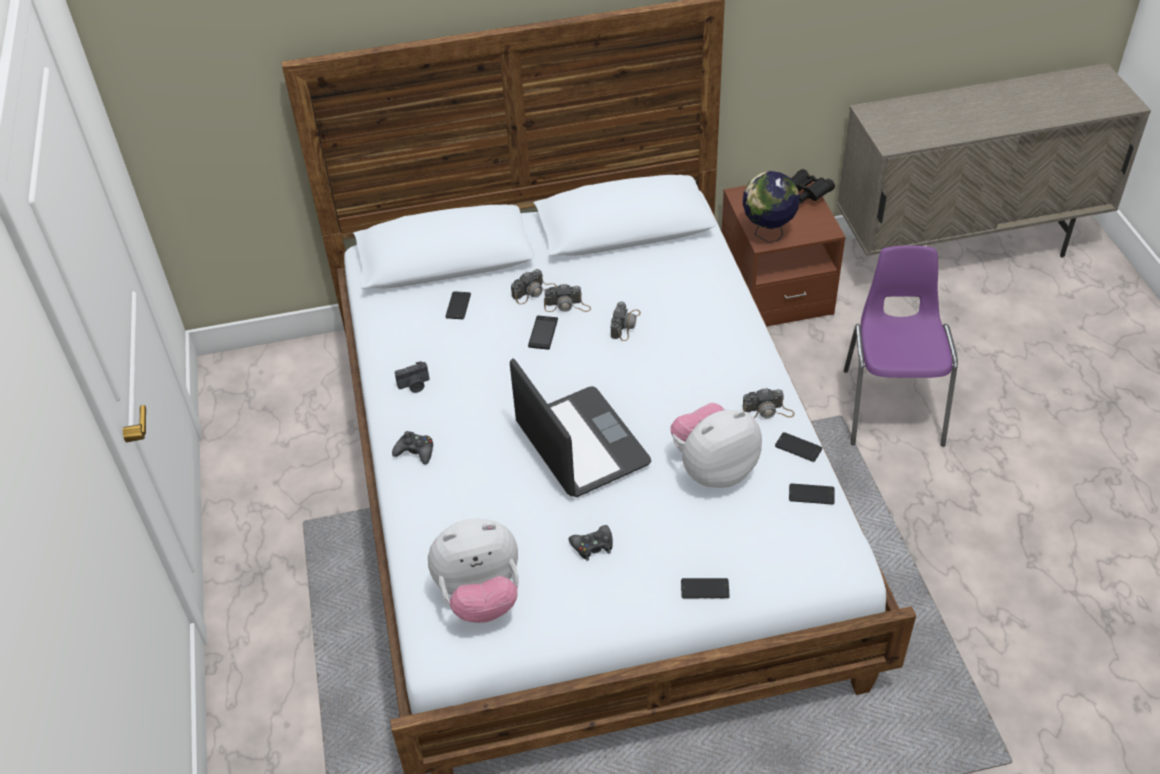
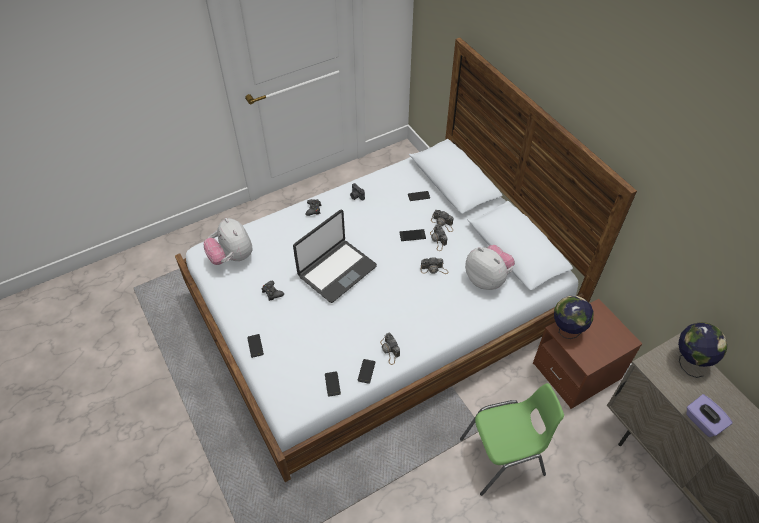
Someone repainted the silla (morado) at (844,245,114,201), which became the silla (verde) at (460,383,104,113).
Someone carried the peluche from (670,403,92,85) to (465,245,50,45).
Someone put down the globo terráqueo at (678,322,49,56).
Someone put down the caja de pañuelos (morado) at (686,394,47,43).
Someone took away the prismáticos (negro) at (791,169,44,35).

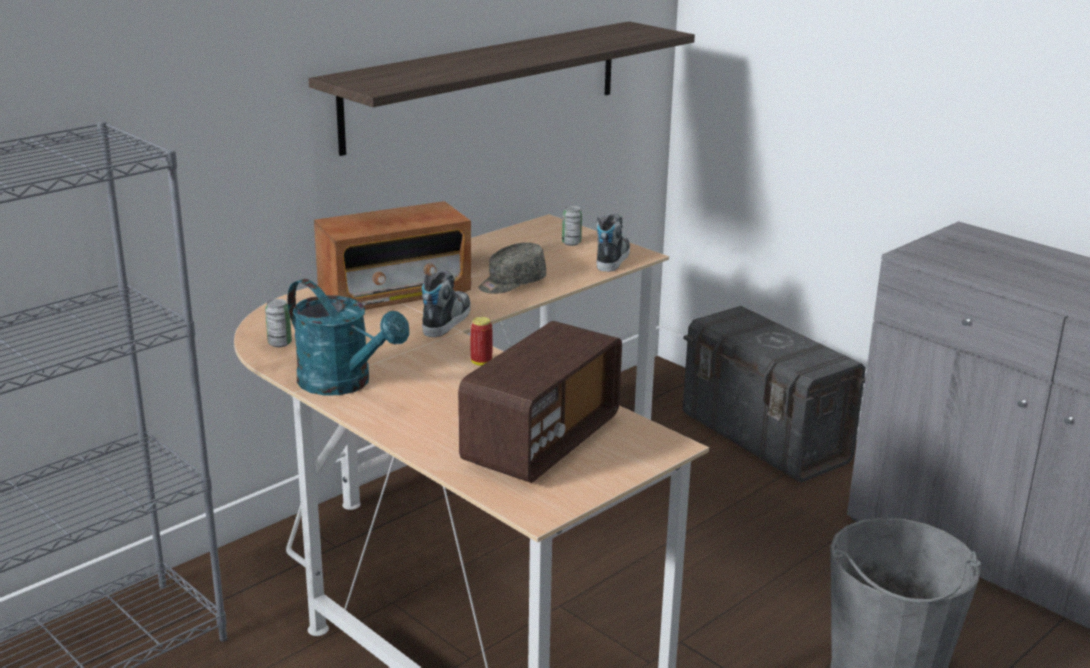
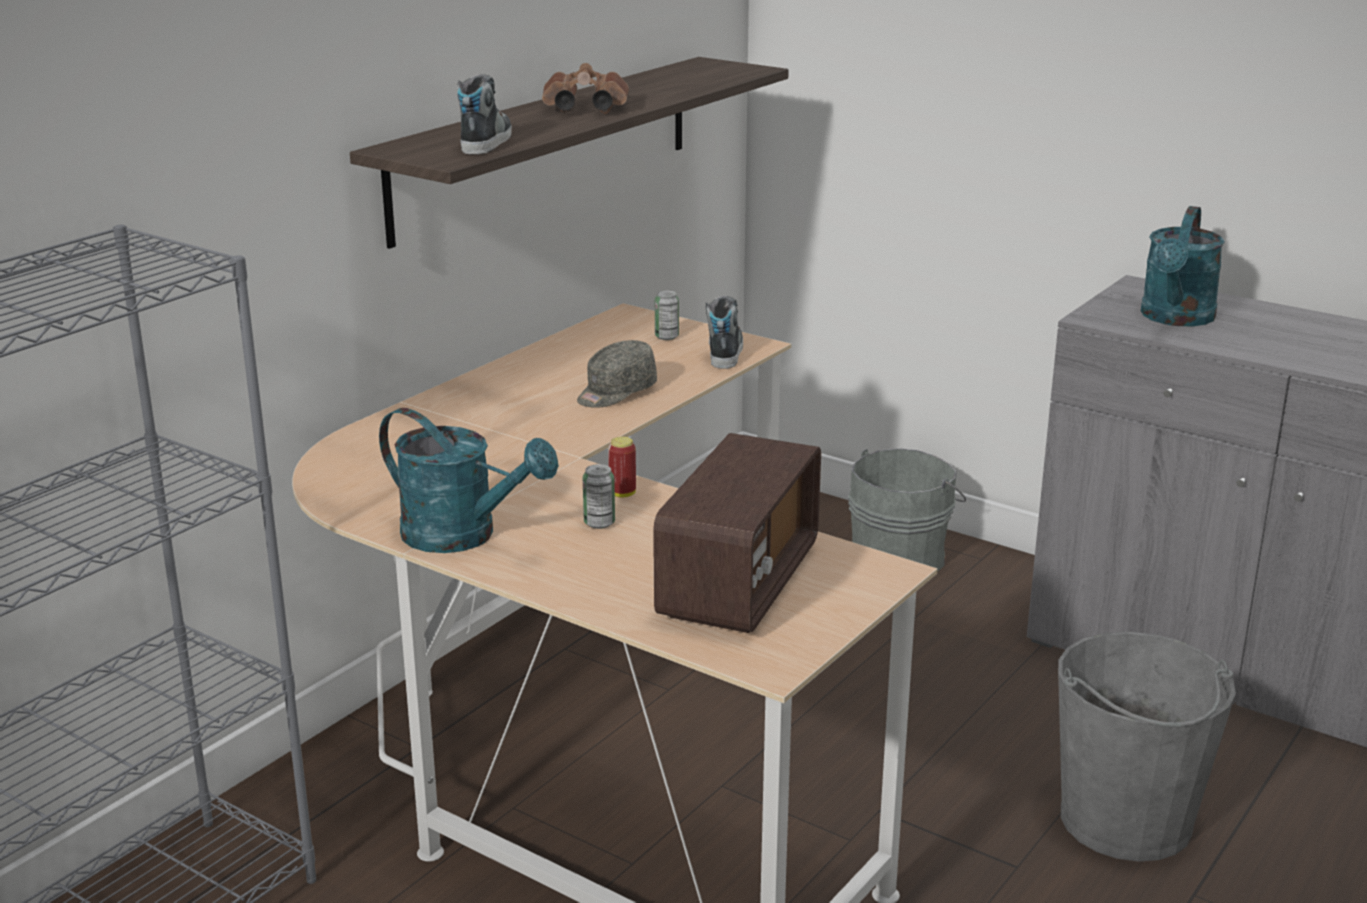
Someone carried the zapato from (422,270,49,67) to (457,74,55,81).
Someone put down the prismáticos (marrón) at (542,63,87,51).
Someone carried the lata from (265,299,27,48) to (583,464,32,65).
Someone swapped the caja de almacenaje (gris) at (683,306,183,177) for the cubo (gris) at (848,448,118,124).
Someone put down the regadera (turquesa) at (1141,206,84,120).
Someone took away the radio at (314,201,157,109).

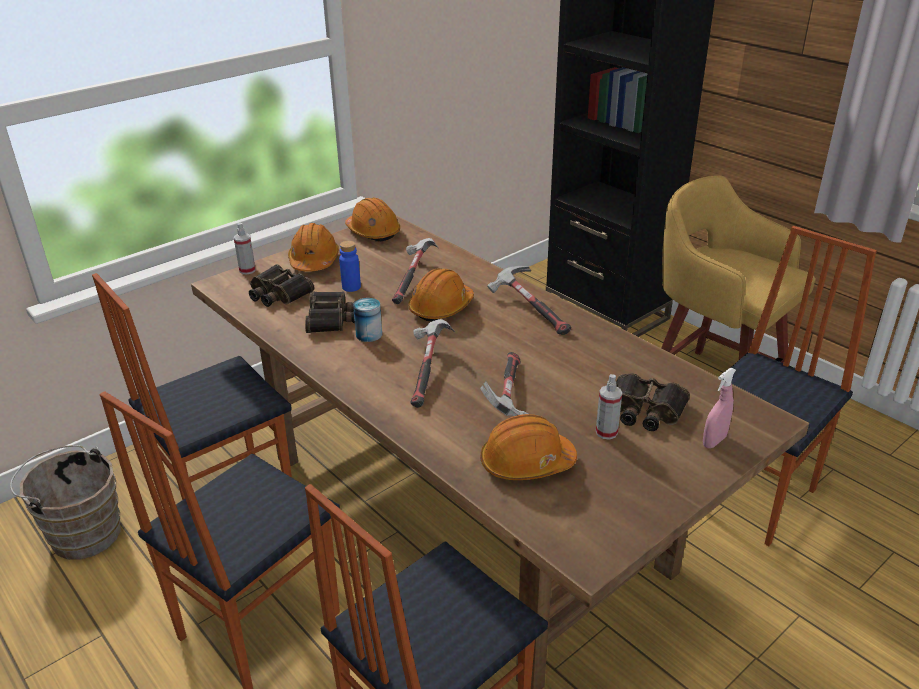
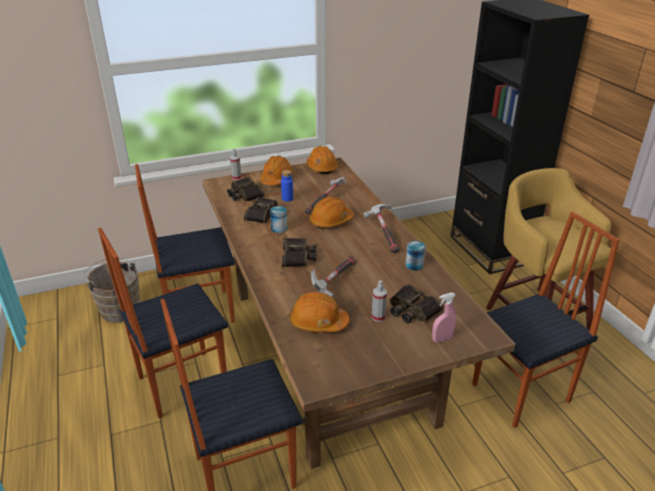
Someone swapped the martillo at (410,319,45,89) for the prismáticos at (282,238,34,29).
Someone put down the lata at (406,241,20,30).

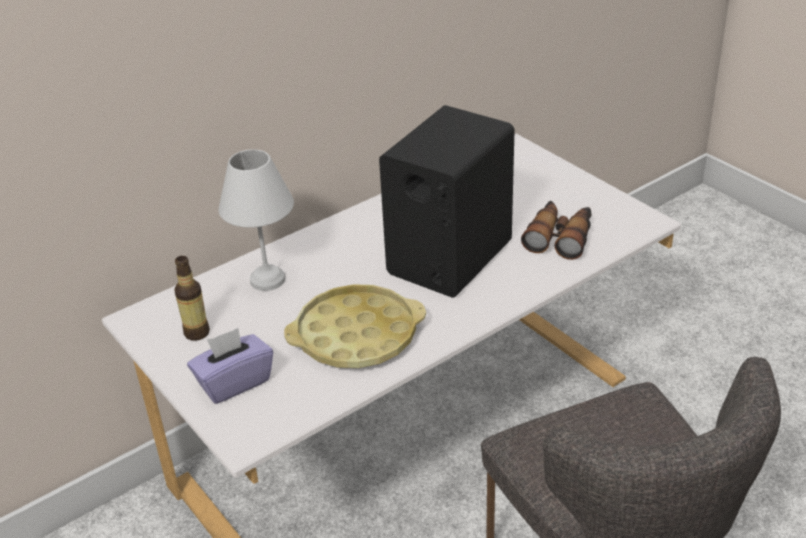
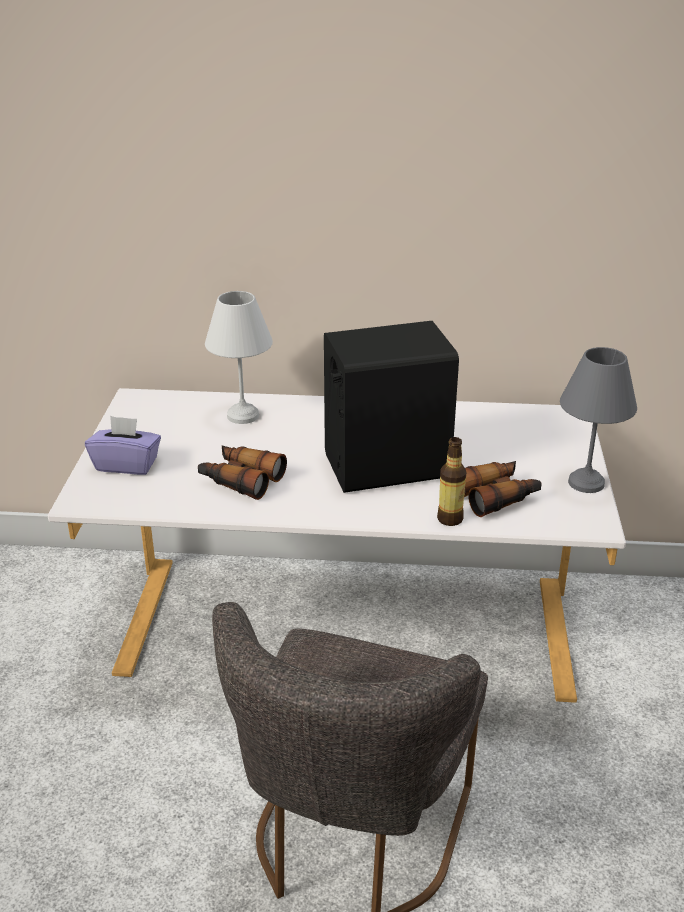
Someone swapped the bandeja (amarillo) at (284,284,142,84) for the prismáticos at (198,446,89,54).
Someone carried the botella from (175,256,35,85) to (437,437,29,89).
Someone put down the lámpara de mesa (gris) at (560,347,77,146).

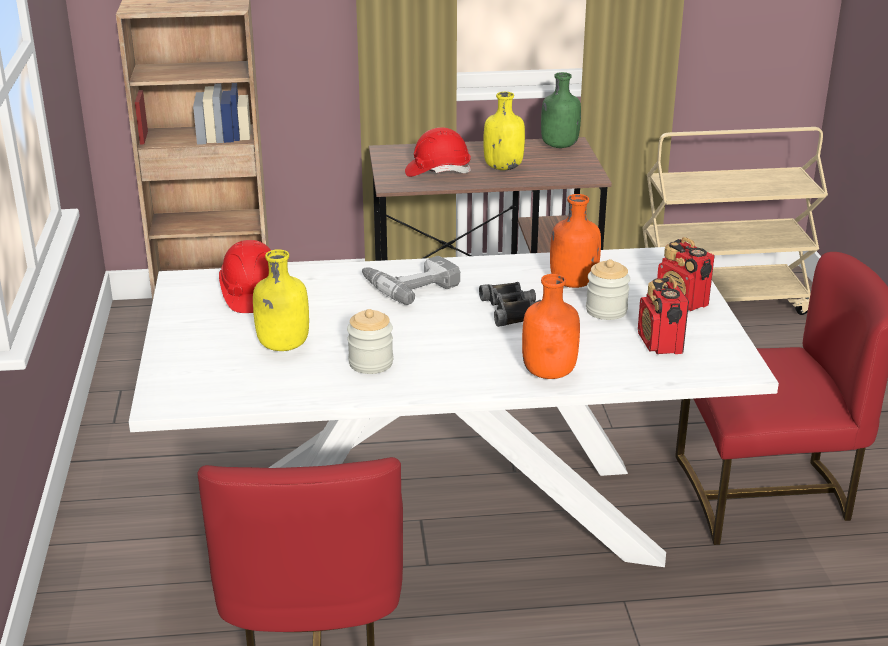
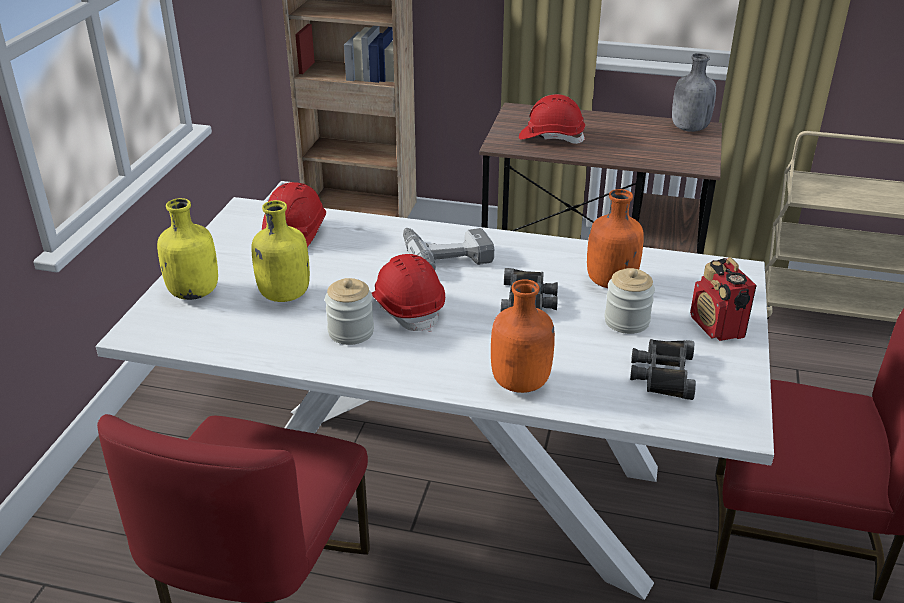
Someone carried the botella (amarillo) from (484,92,41,78) to (157,198,61,102).
Someone put down the casco (rojo) at (372,254,73,78).
Someone swapped the radio at (638,276,51,78) for the prismáticos (negro) at (630,339,66,61).
Someone repainted the botella (verde) at (541,72,40,76), which became the botella (gris) at (672,53,44,79).

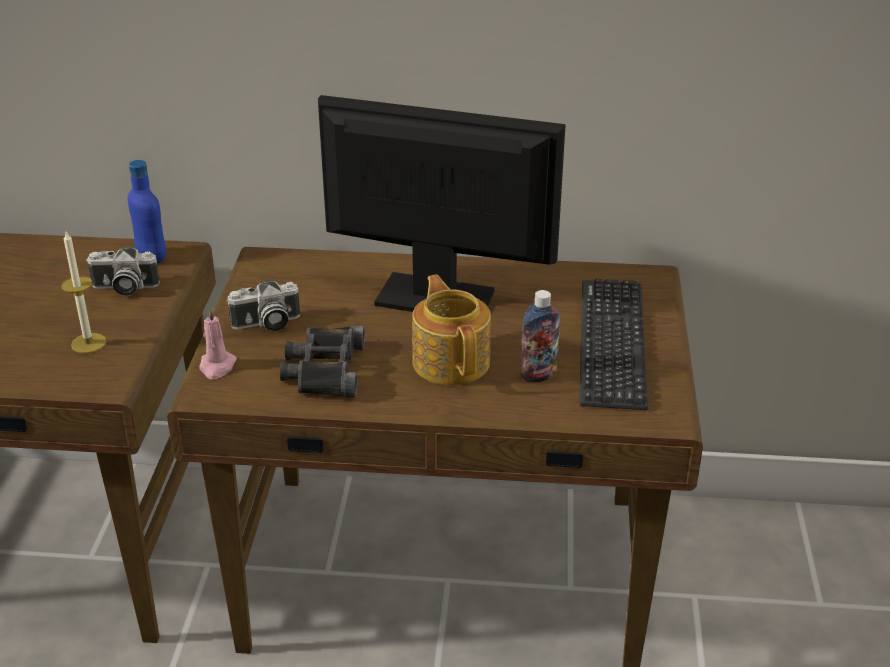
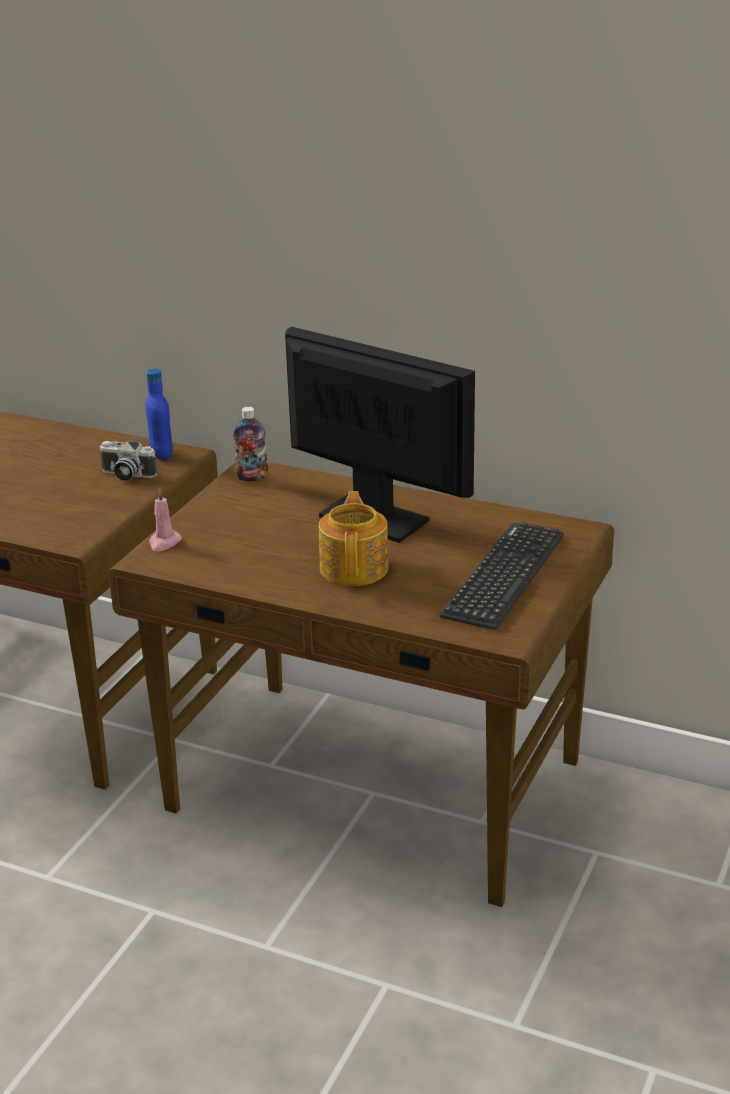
Someone carried the botella from (520,290,40,92) to (233,407,35,74).
Someone took away the vela at (61,232,45,121).
Someone took away the cámara at (226,280,74,51).
Someone took away the prismáticos (negro) at (280,326,85,72).

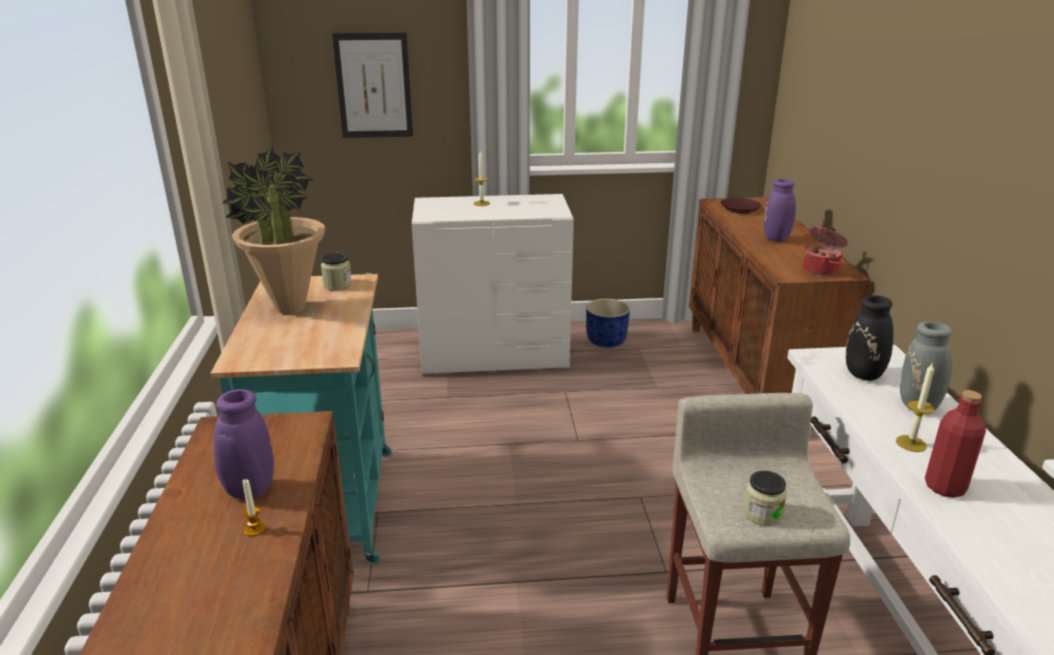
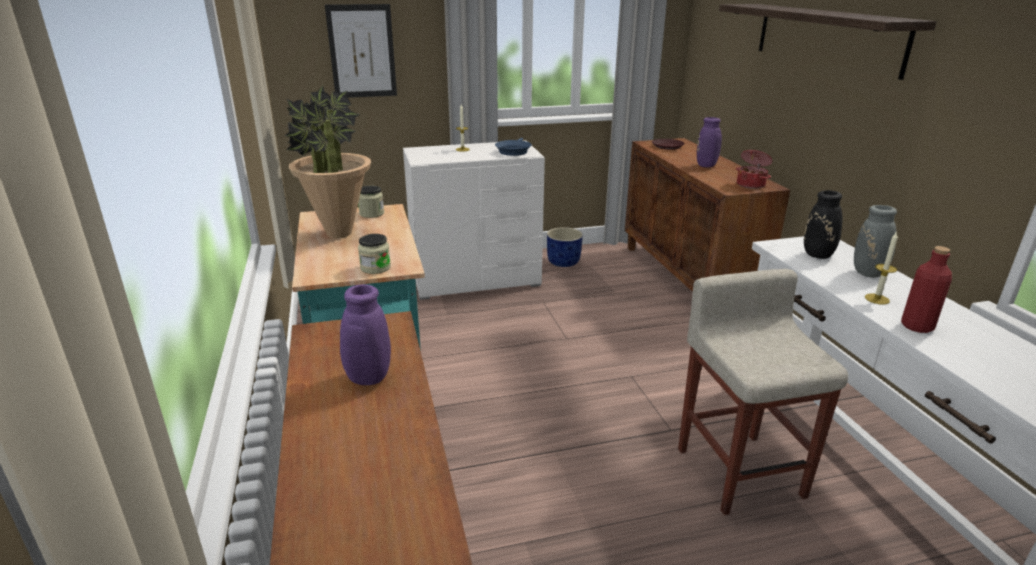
Someone carried the tarro from (743,471,44,55) to (358,234,33,40).
Someone put down the sartén (azul) at (495,138,37,18).
Someone put up the estante at (719,4,217,76).
Someone took away the vela at (243,479,23,57).

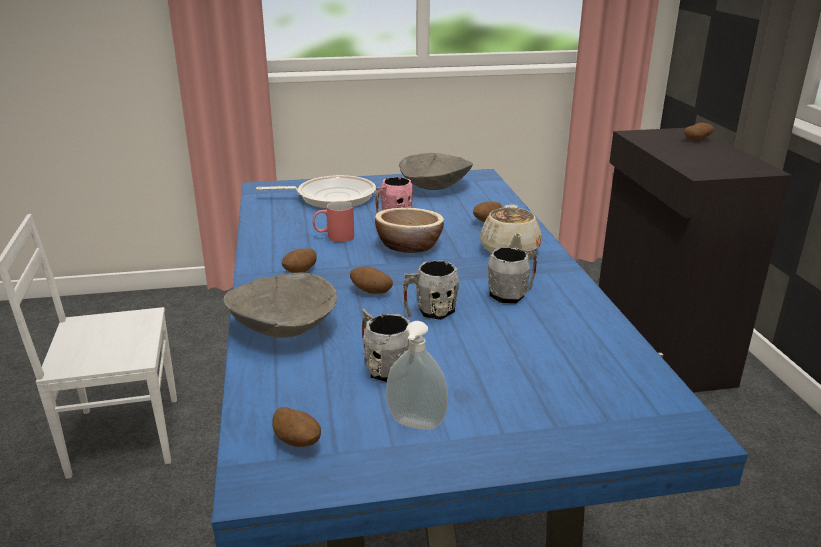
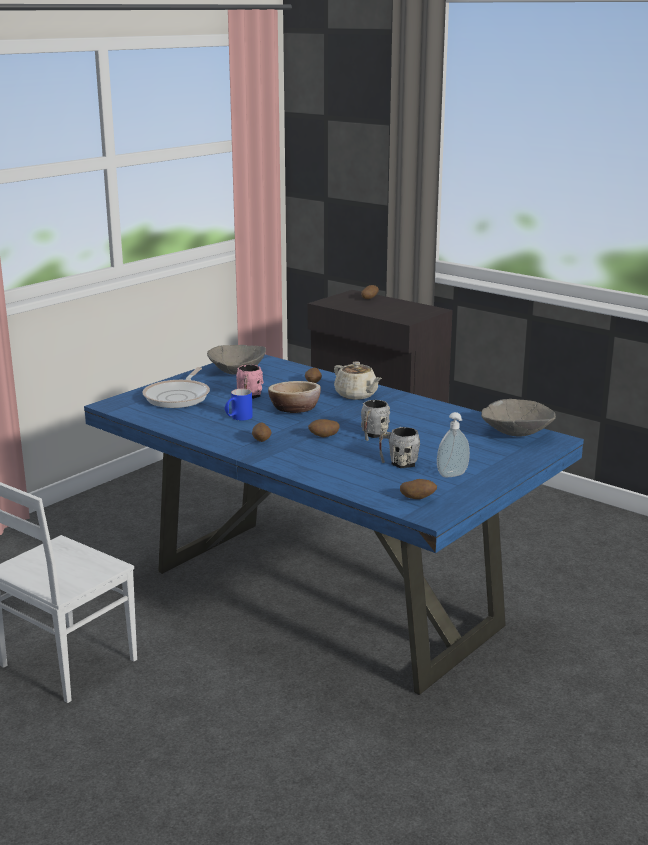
Someone rotated the sartén at (256,175,120,33) by 150 degrees clockwise.
Someone repainted the taza grande (rojo) at (313,201,41,41), which became the taza grande (azul) at (225,389,28,31).
Someone carried the cuenco (gris) from (223,272,114,66) to (481,399,75,38).
Someone took away the taza grande (gris) at (488,247,50,56).

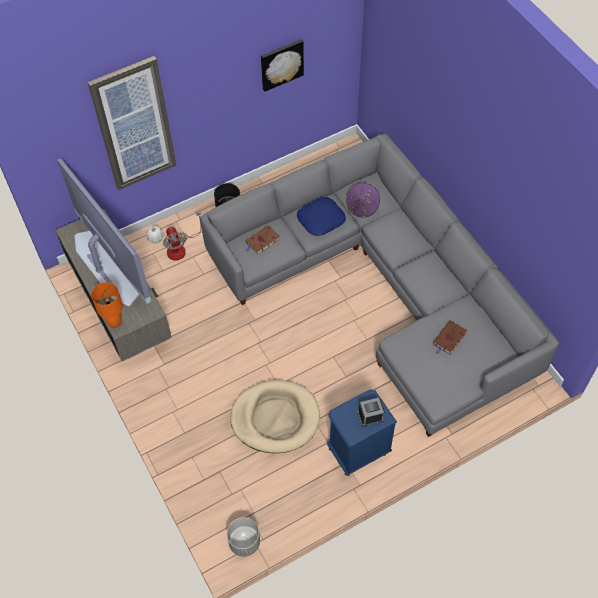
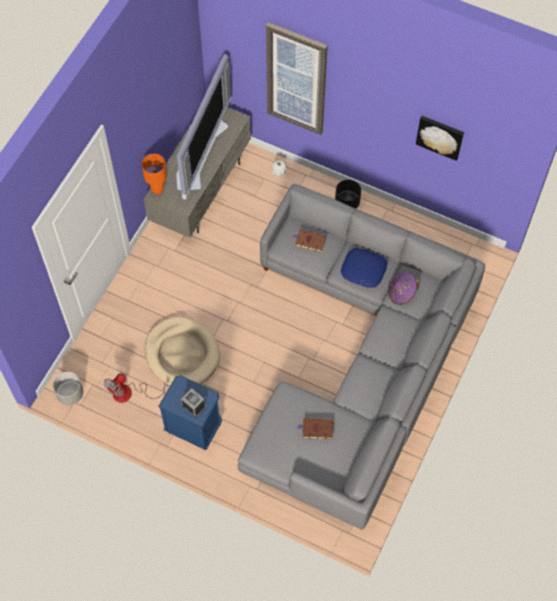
Someone carried the ventilador from (163,210,38,51) to (103,373,65,30).

